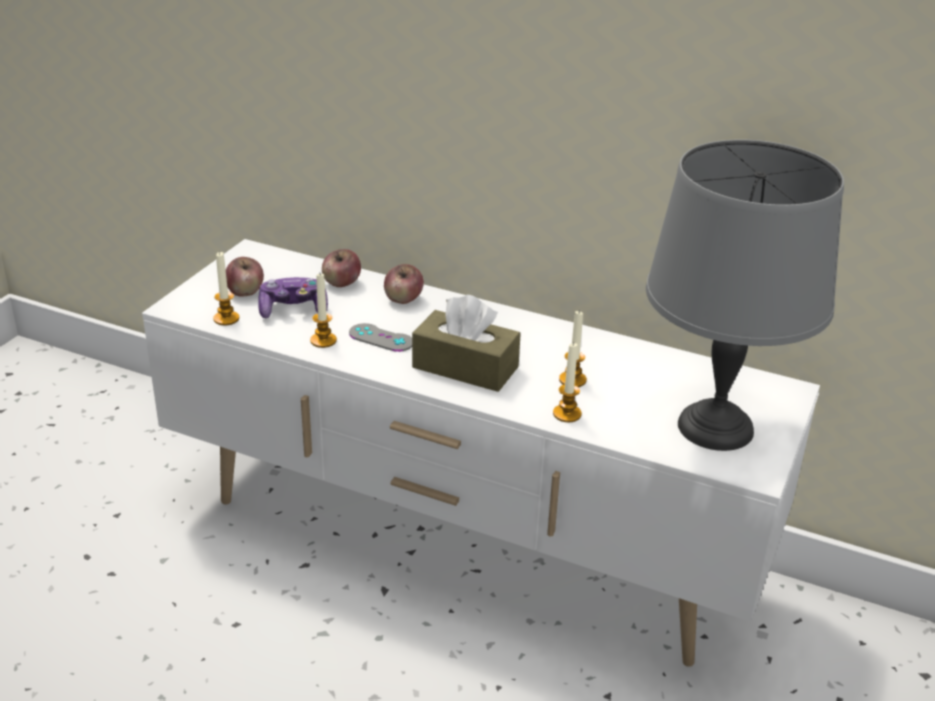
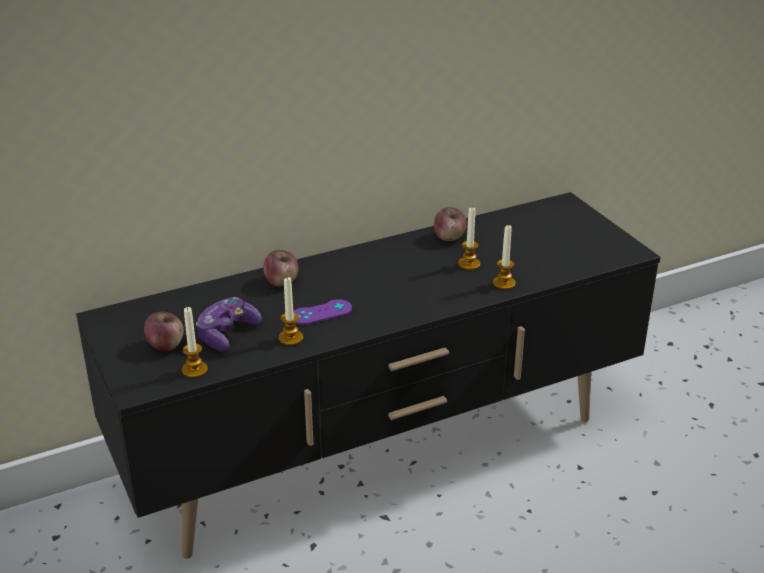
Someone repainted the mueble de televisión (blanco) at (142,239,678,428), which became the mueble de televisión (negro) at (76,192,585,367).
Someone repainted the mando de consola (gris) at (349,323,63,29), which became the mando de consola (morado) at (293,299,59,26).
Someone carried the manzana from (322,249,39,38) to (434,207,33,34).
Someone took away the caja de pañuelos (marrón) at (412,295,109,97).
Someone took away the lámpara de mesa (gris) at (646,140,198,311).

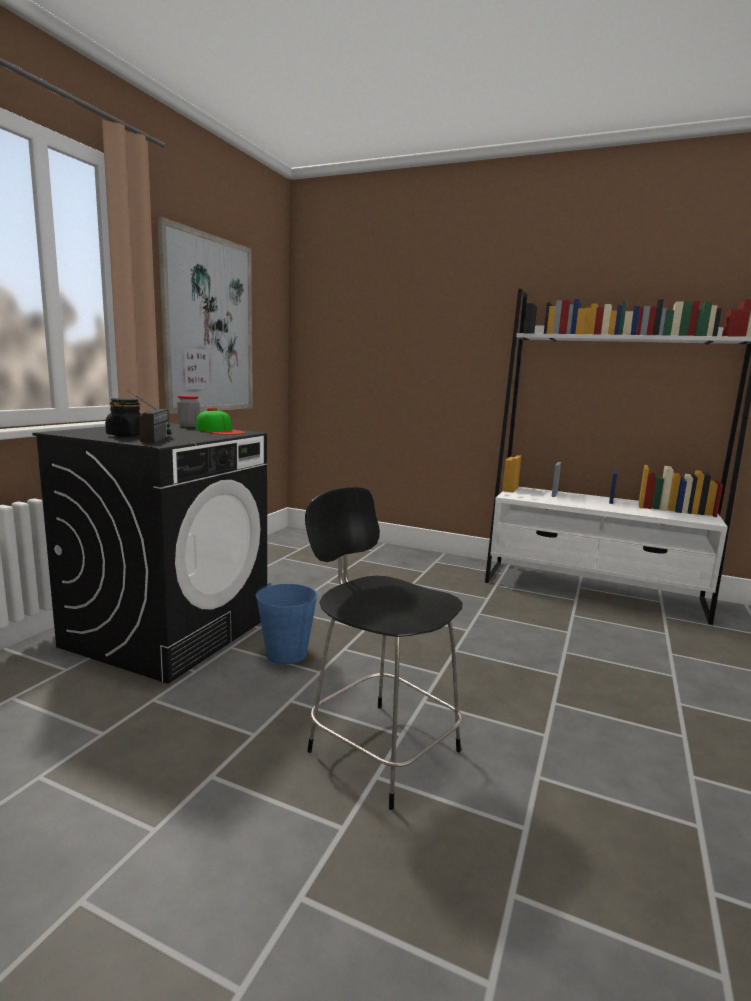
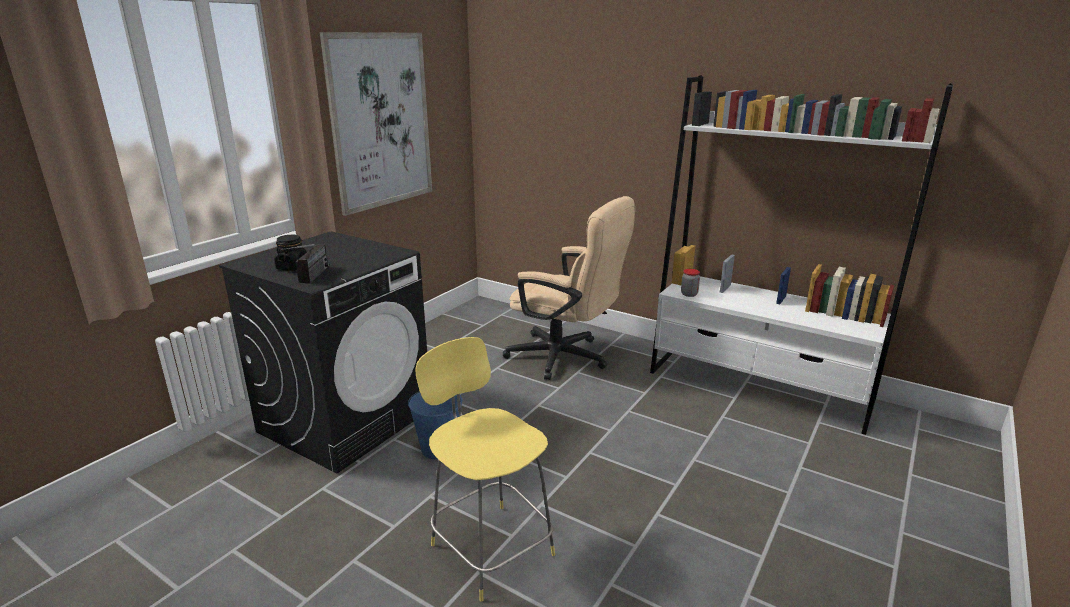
Someone repainted the taburete (negro) at (305,487,158,323), which became the taburete (amarillo) at (415,337,140,265).
Someone put down the silla de oficina (beis) at (503,196,132,184).
Someone carried the tarro from (177,395,23,32) to (681,269,19,28).
Someone took away the gorra at (196,408,49,27).

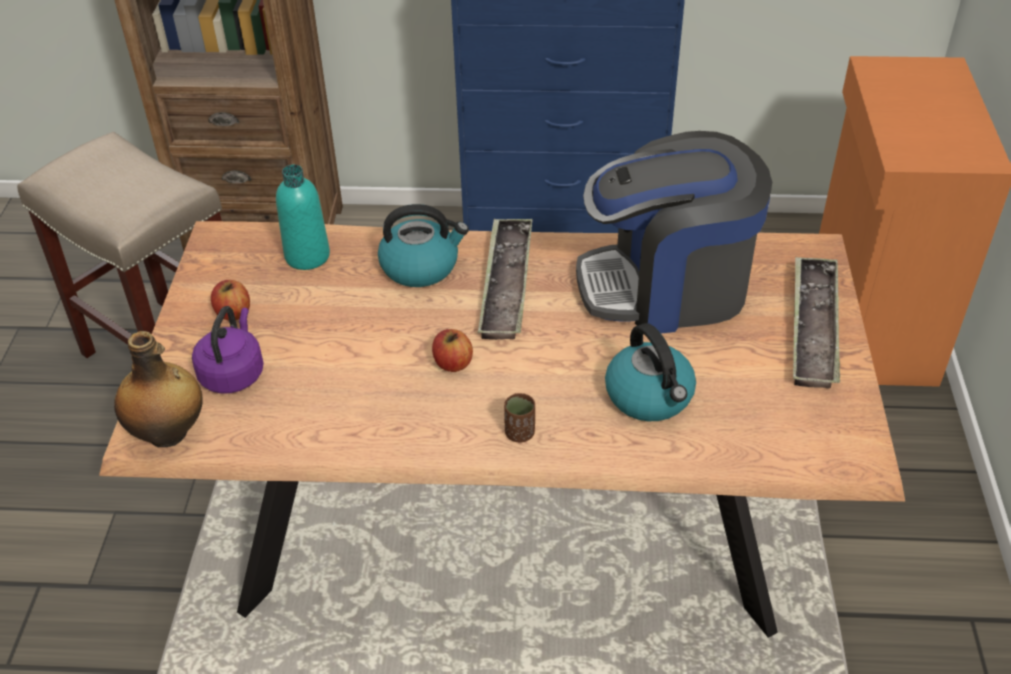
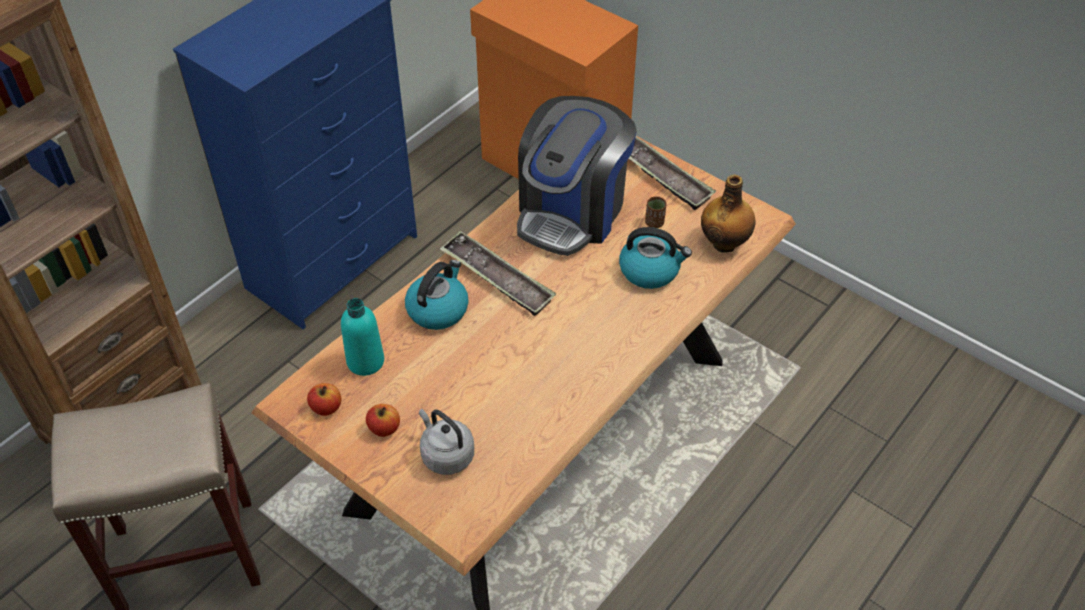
Someone carried the manzana from (432,329,41,43) to (307,383,34,33).
Someone repainted the hervidor (morado) at (192,306,72,88), which became the hervidor (gris) at (419,409,55,66).
Someone carried the taza (marrón) from (504,393,31,50) to (645,196,22,32).
Someone carried the botella from (114,331,89,117) to (701,174,55,79).

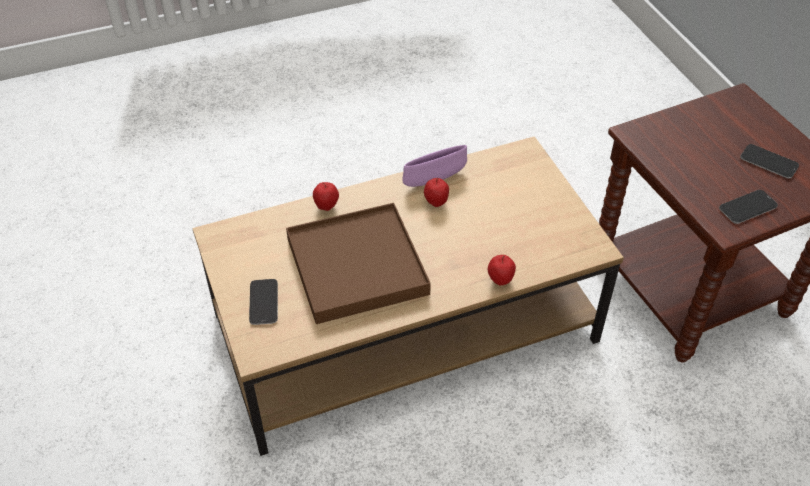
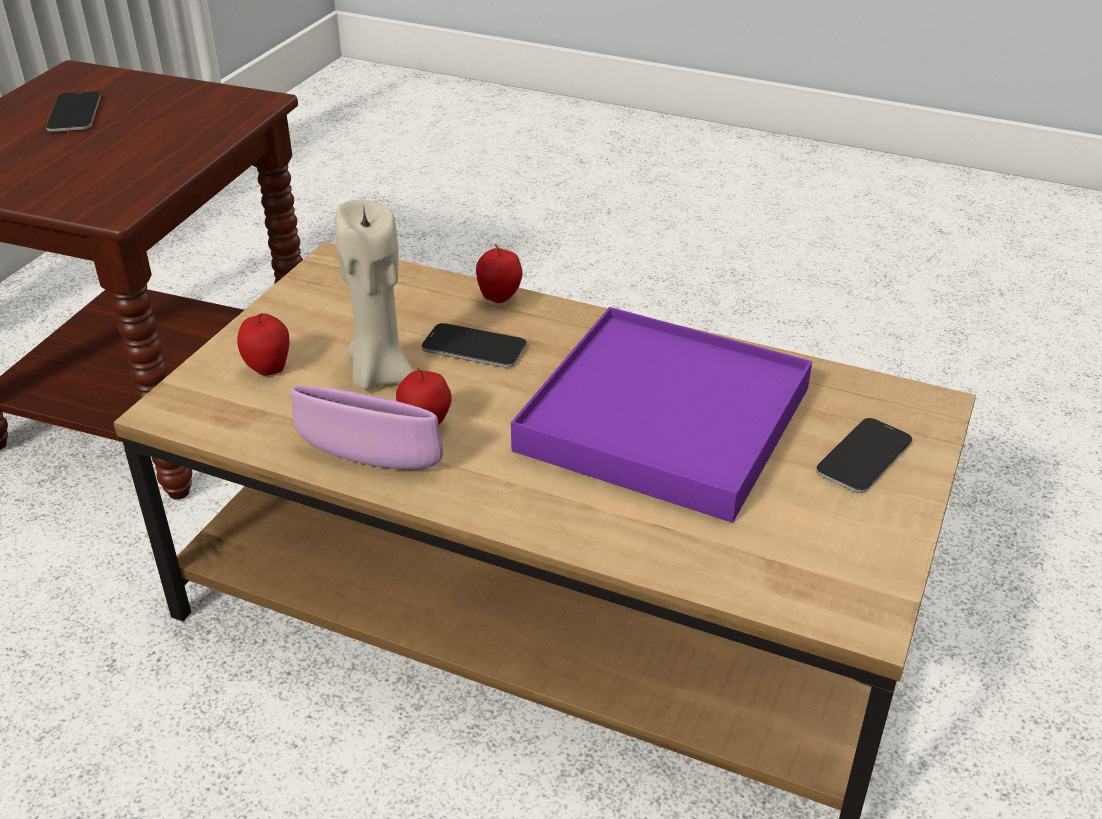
Someone carried the manzana from (313,182,26,29) to (237,313,52,63).
Someone put down the vela (beis) at (335,200,79,190).
Someone carried the móvil from (719,190,59,34) to (422,323,104,45).
Someone repainted the bandeja (marrón) at (286,203,145,121), which became the bandeja (morado) at (511,307,301,216).

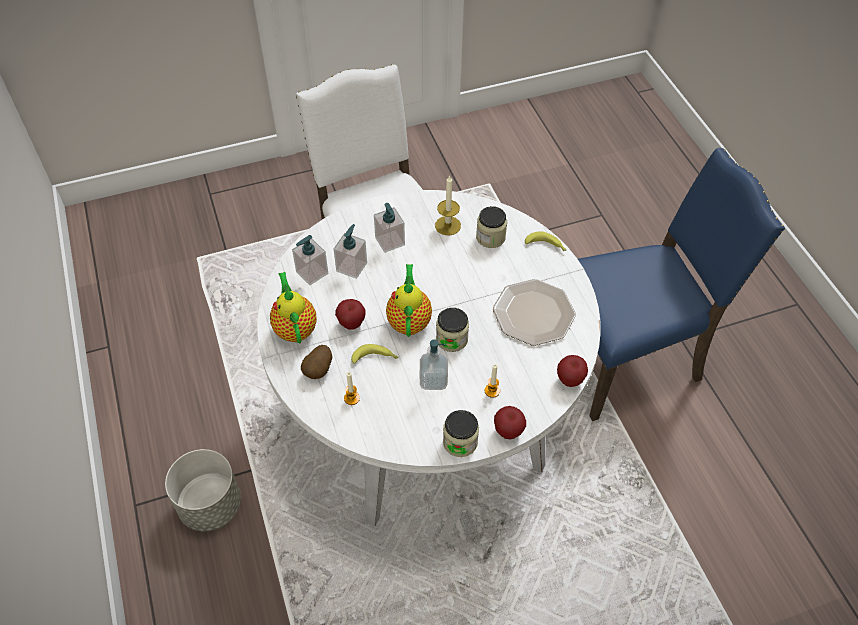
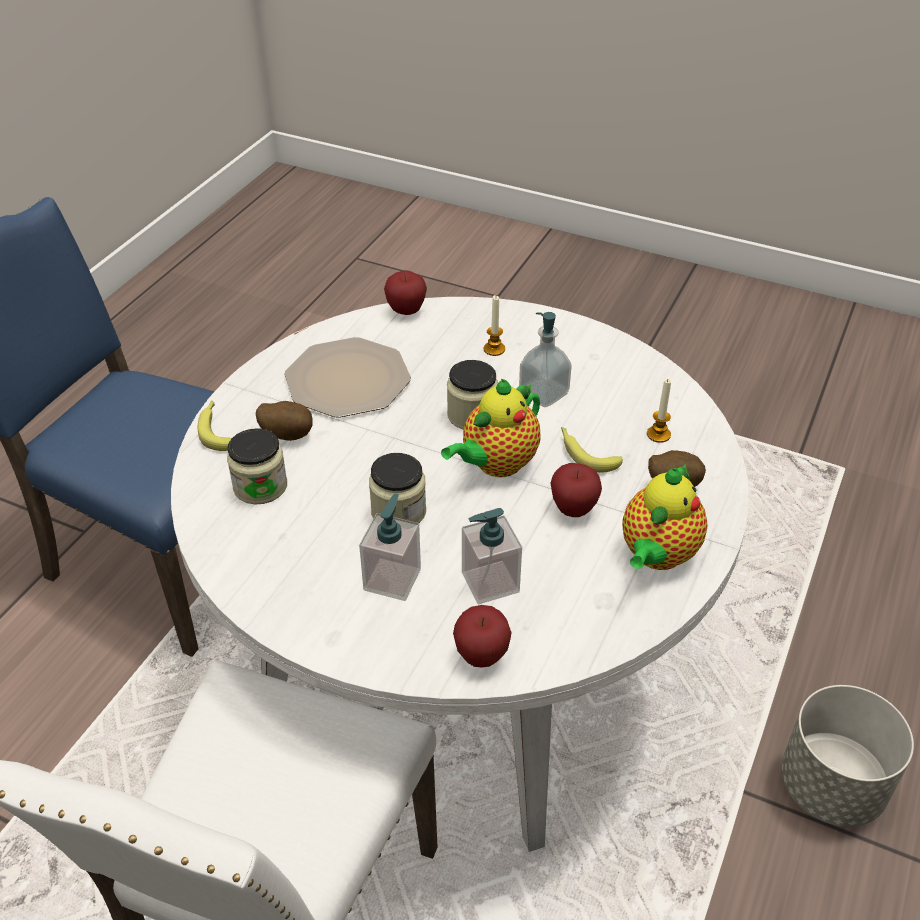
Someone put down the patata at (256,401,57,40).
Someone carried the tarro from (443,410,36,47) to (369,453,57,70).
Someone carried the manzana from (494,406,32,33) to (453,605,59,63).
Someone took away the dispensador de jabón at (292,235,36,50).
Someone took away the vela at (435,175,26,60).

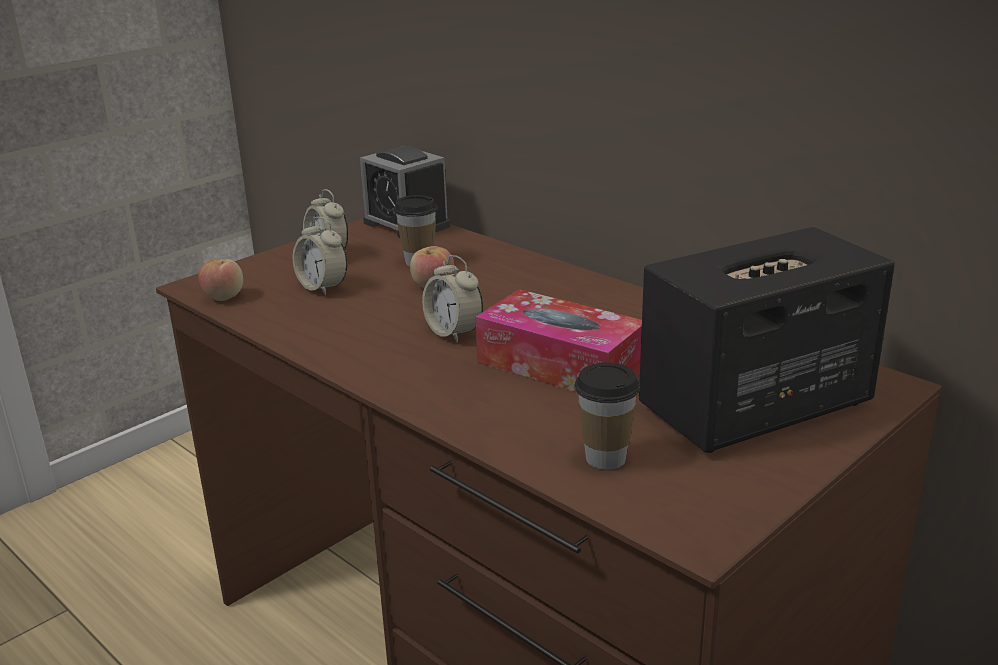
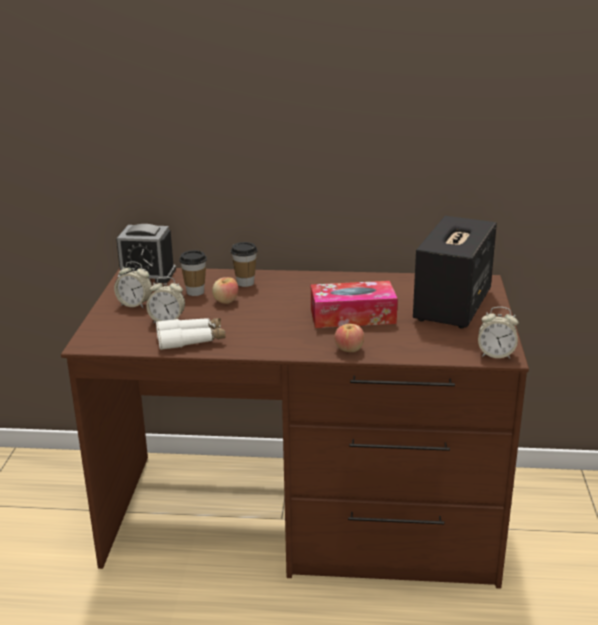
Someone put down the prismáticos (blanco) at (156,318,70,32).
Someone carried the taza from (574,362,66,108) to (231,242,27,45).
Someone carried the manzana from (198,259,45,42) to (334,324,30,28).
Someone carried the despertador from (422,255,61,88) to (478,307,40,52).

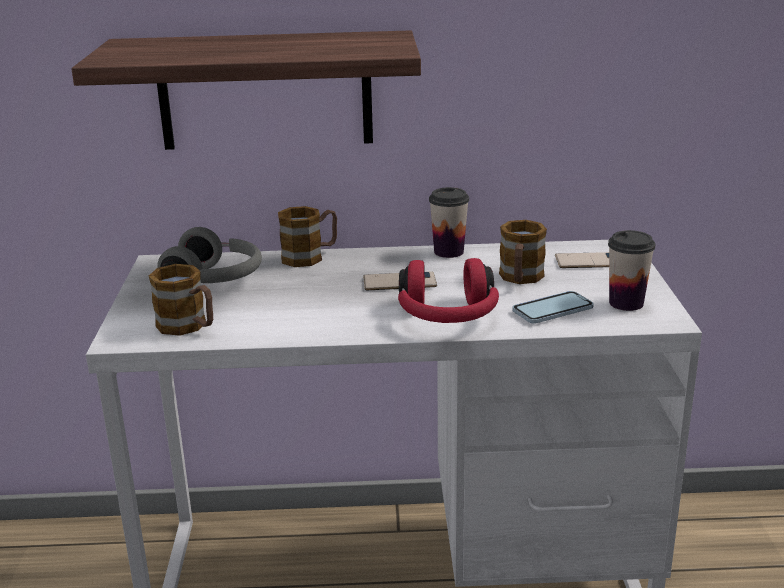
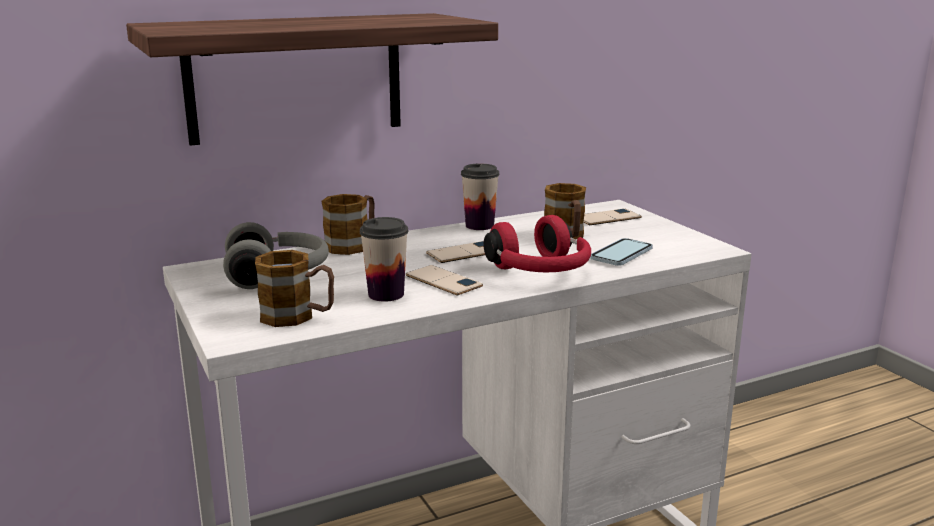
Someone carried the taza from (608,230,47,81) to (360,217,48,85).
Someone put down the móvil at (406,265,77,30).

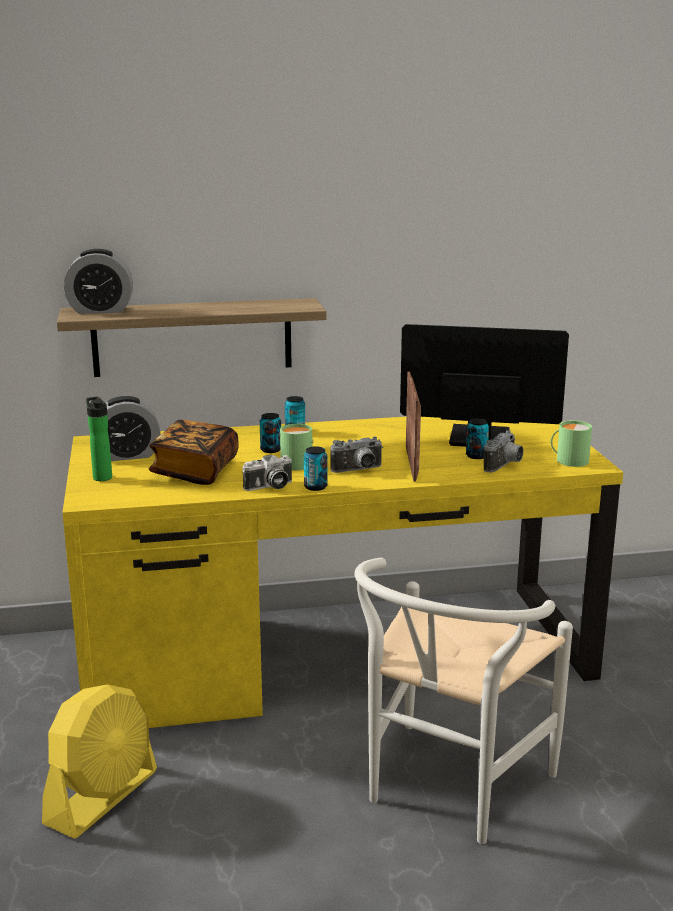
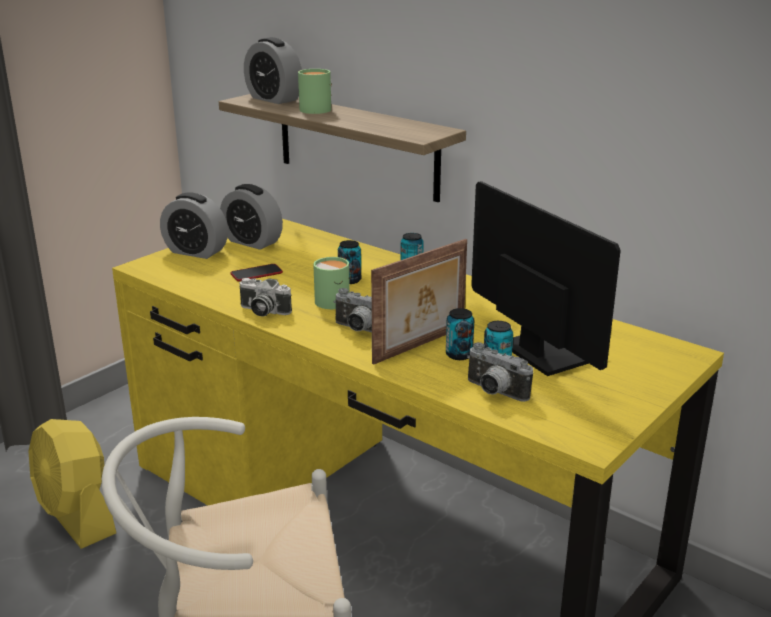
Someone rotated the ventilador (amarillo) at (42,684,115,155) by 60 degrees clockwise.
Someone swapped the botella at (86,397,26,84) for the despertador at (160,192,68,67).
Someone swapped the libro at (149,420,90,65) for the móvil at (231,264,52,17).
Someone carried the taza grande (verde) from (551,421,41,46) to (298,69,34,45).
Someone carried the lata from (304,446,24,45) to (446,308,28,52).
Someone rotated the cámara at (484,430,40,42) by 45 degrees clockwise.

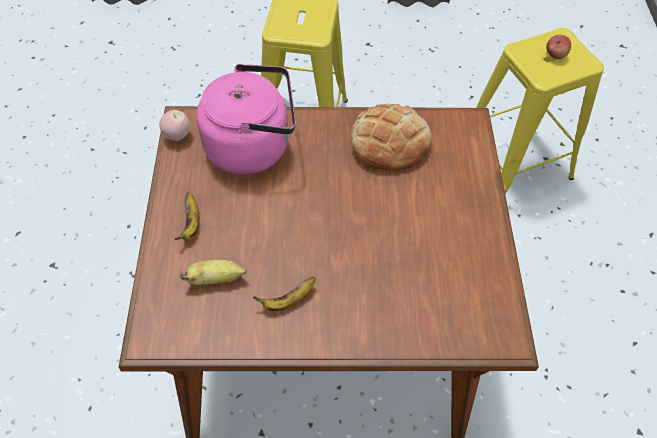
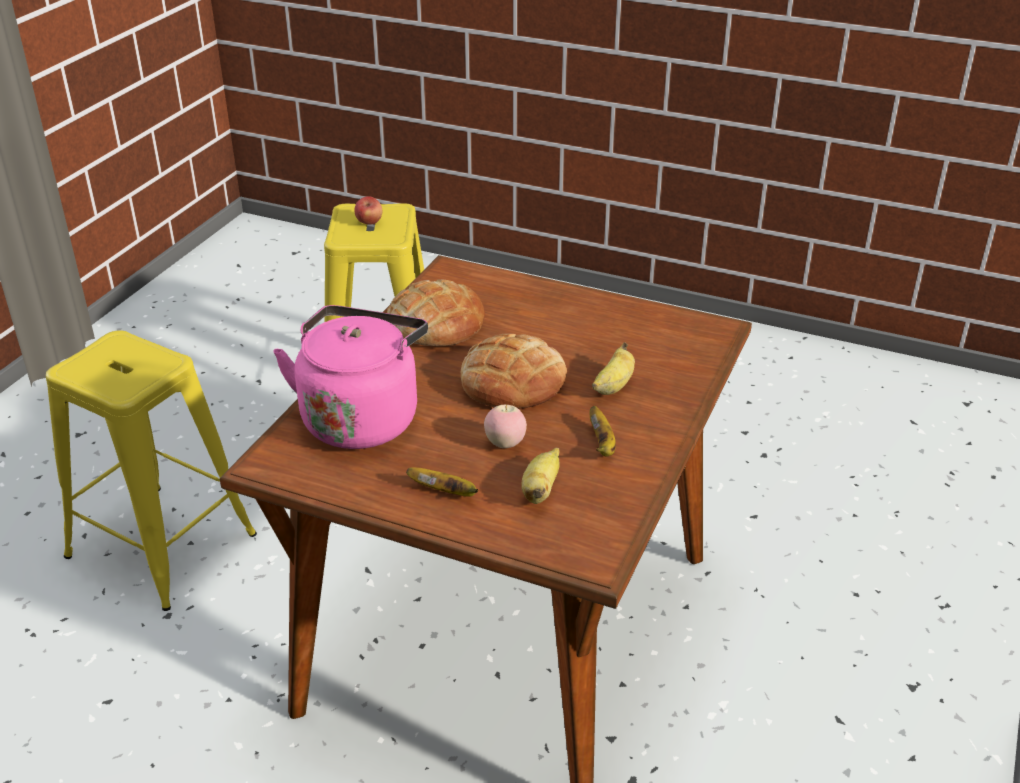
Someone put down the pan at (461,334,106,75).
Someone carried the manzana from (159,110,31,31) to (484,404,43,44).
Someone put down the plátano at (592,342,43,53).

